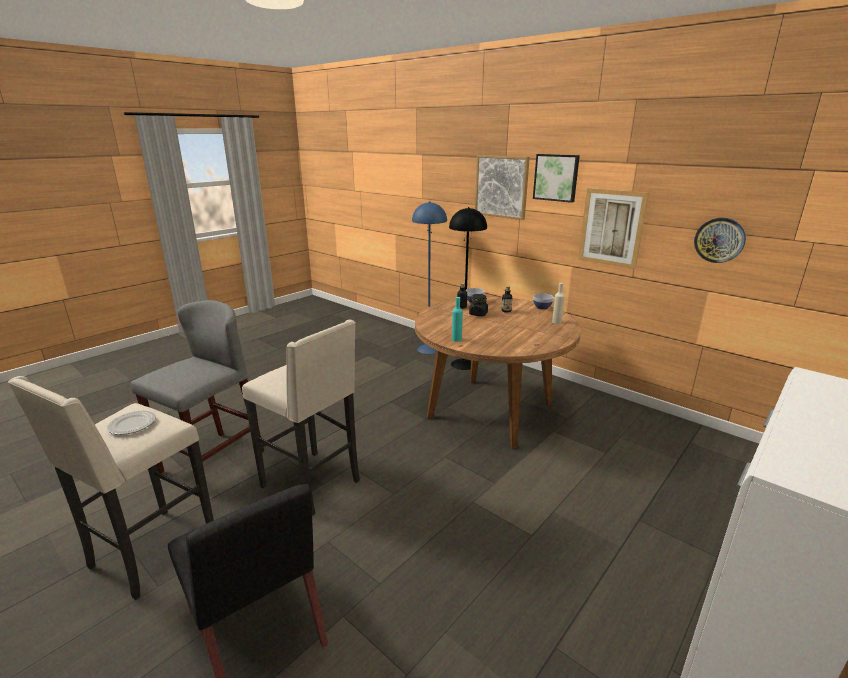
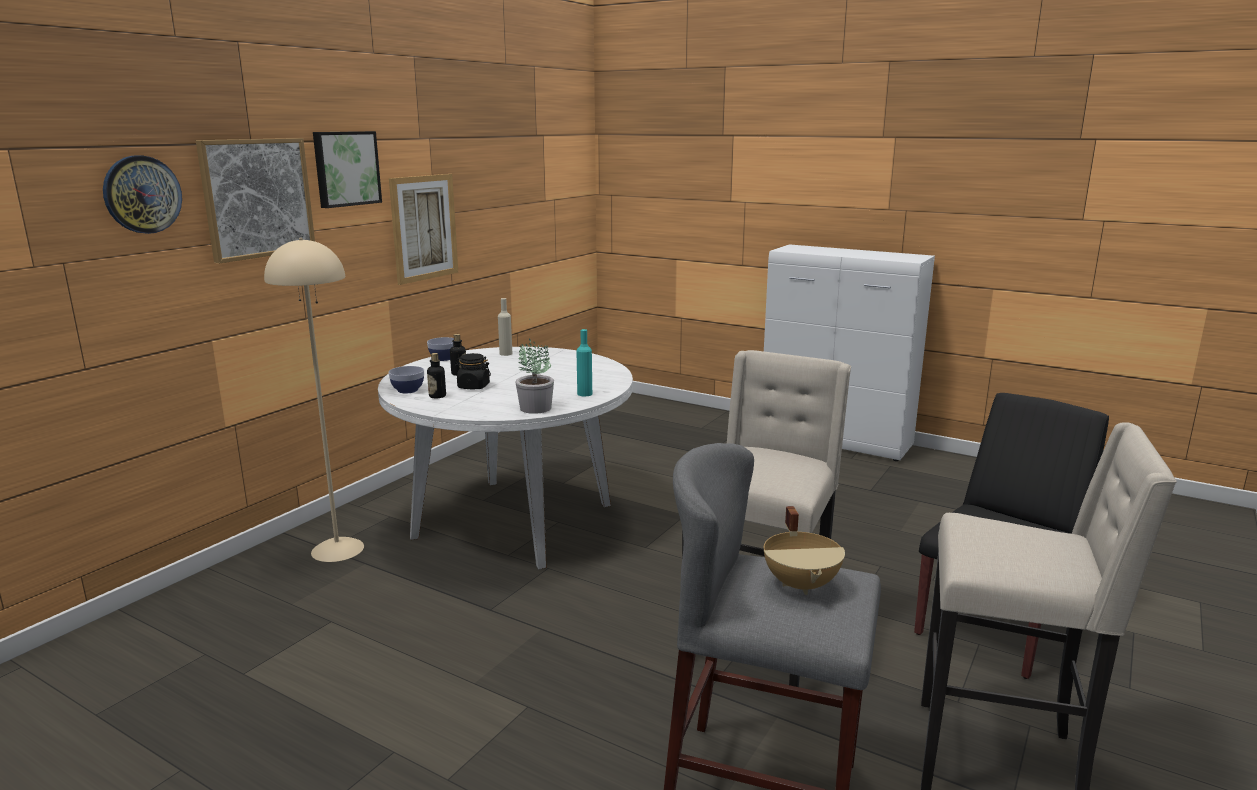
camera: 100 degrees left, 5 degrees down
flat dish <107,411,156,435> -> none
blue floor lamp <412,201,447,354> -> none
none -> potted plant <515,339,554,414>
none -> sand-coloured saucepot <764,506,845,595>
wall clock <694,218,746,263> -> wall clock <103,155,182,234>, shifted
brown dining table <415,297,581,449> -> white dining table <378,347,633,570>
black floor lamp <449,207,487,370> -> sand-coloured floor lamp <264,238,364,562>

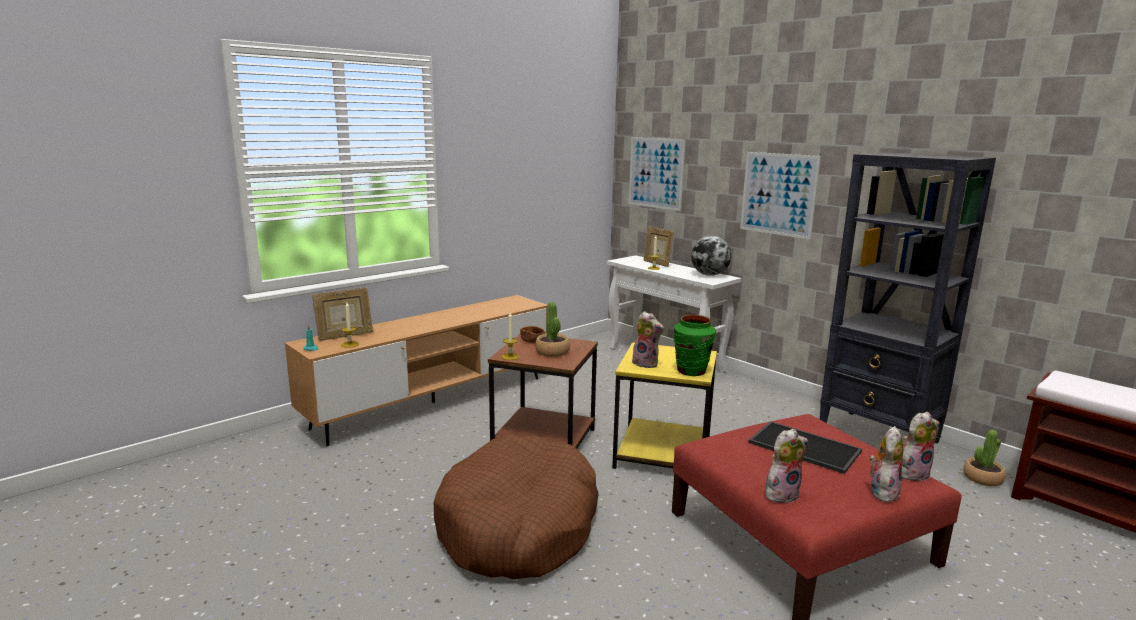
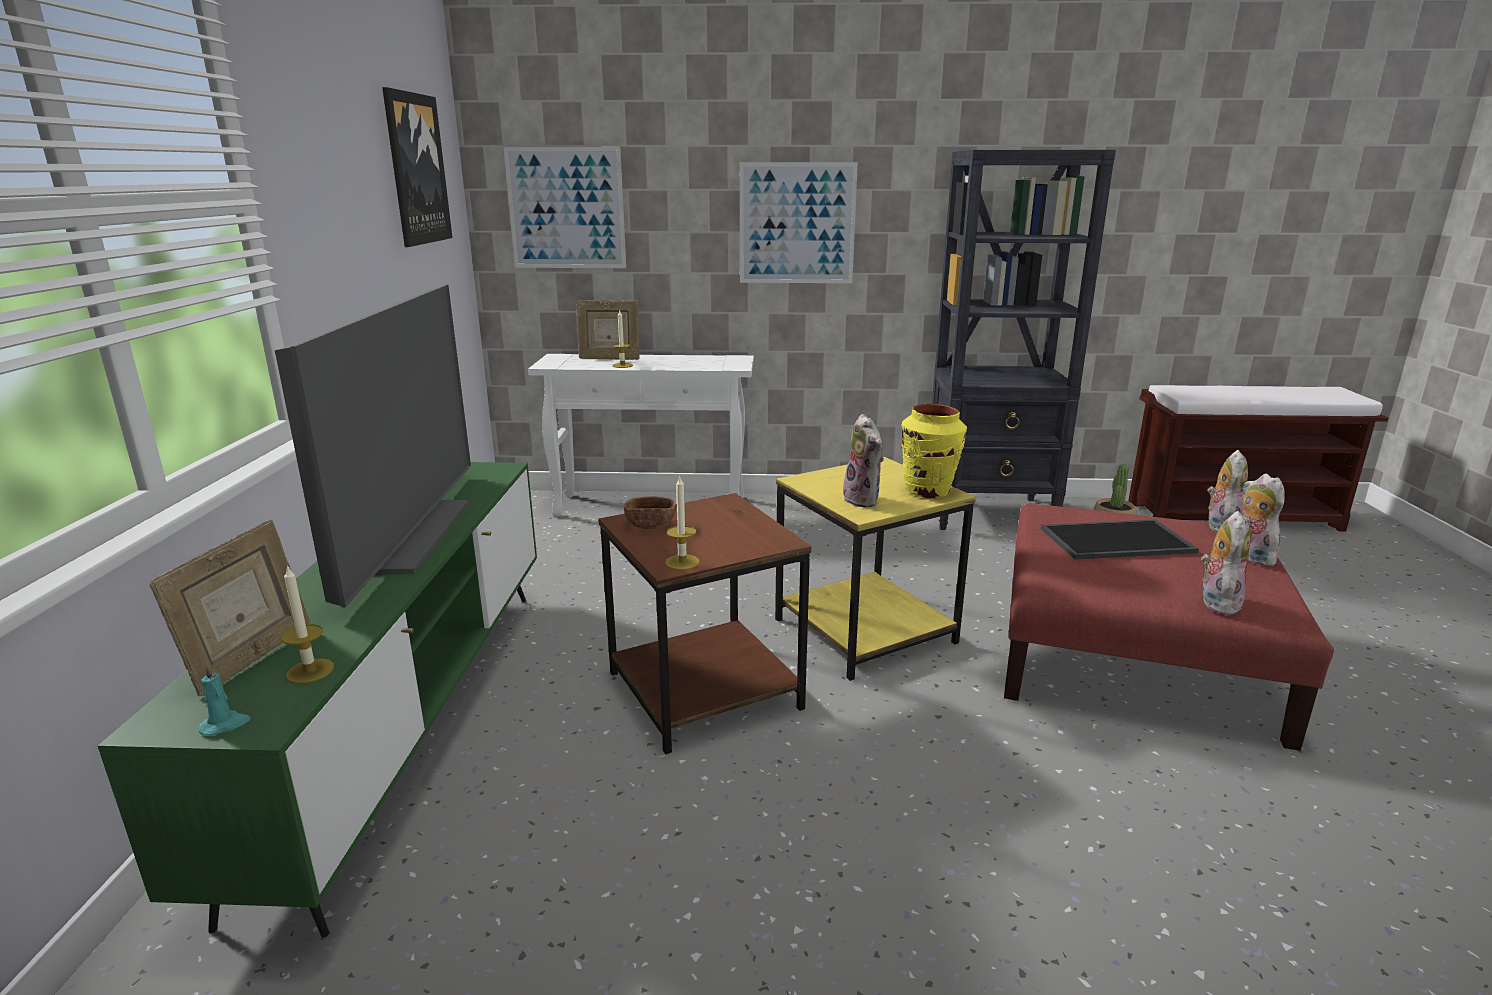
camera: 45 degrees left, 5 degrees up
brown dog bed <433,434,599,579> -> none
potted plant <535,302,570,357> -> none
globe <691,236,731,276> -> none
none -> TV set <275,285,471,608>
none -> wall art <382,87,452,247>
brown media console <285,295,548,446> -> green media console <98,462,537,937>
green vase <673,315,716,376> -> yellowish vase <901,404,967,498>
cuddly toy <632,311,664,368> -> cuddly toy <843,414,884,508>, 75 degrees clockwise

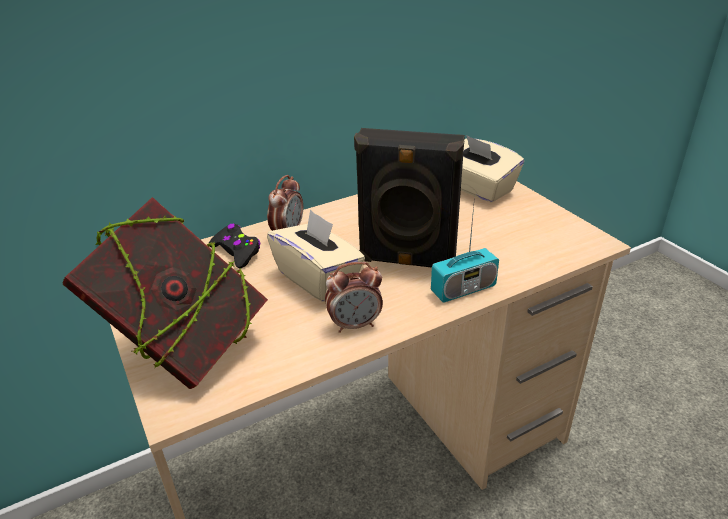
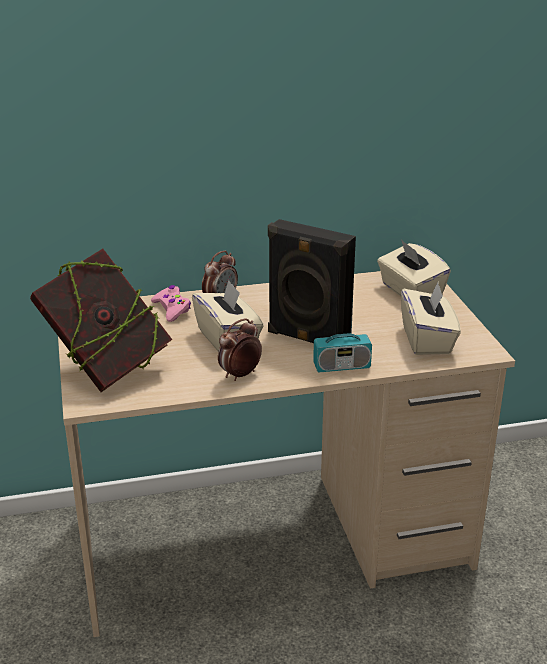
camera: 15 degrees right, 5 degrees down
none -> sand-coloured box of tissues <401,283,461,355>
black joypad <209,224,261,269> -> pink-coloured joypad <151,285,191,322>
bedside clock <325,262,383,333> -> bedside clock <218,318,262,381>, 135 degrees clockwise

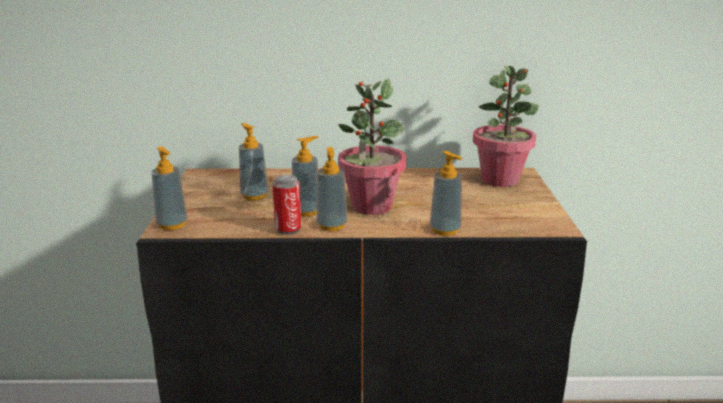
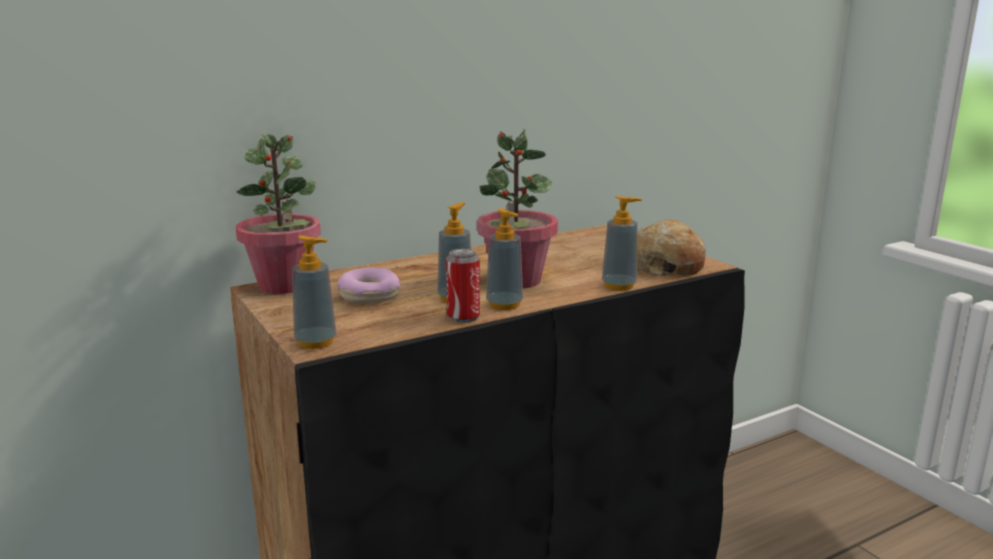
camera: 30 degrees left, 5 degrees down
none -> bakery bread <637,219,706,275>
potted plant <473,66,539,187> -> potted plant <236,134,321,294>, shifted
soap bottle <239,123,268,200> -> ring doughnut <338,267,400,303>

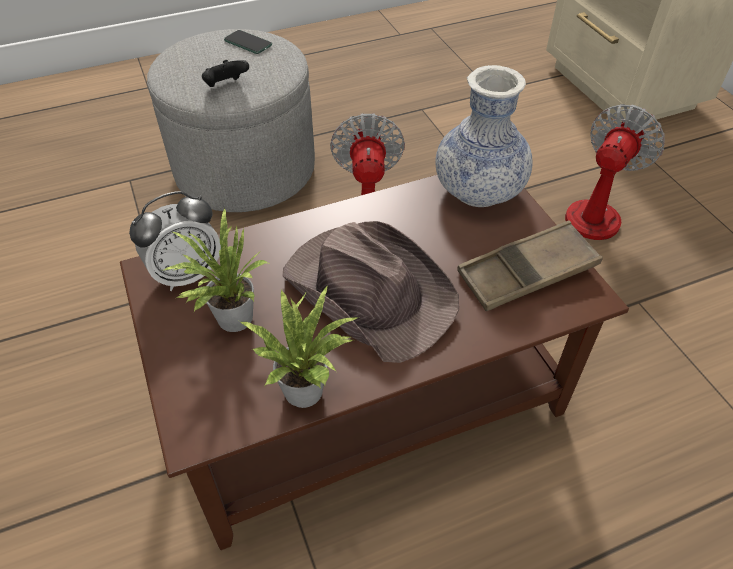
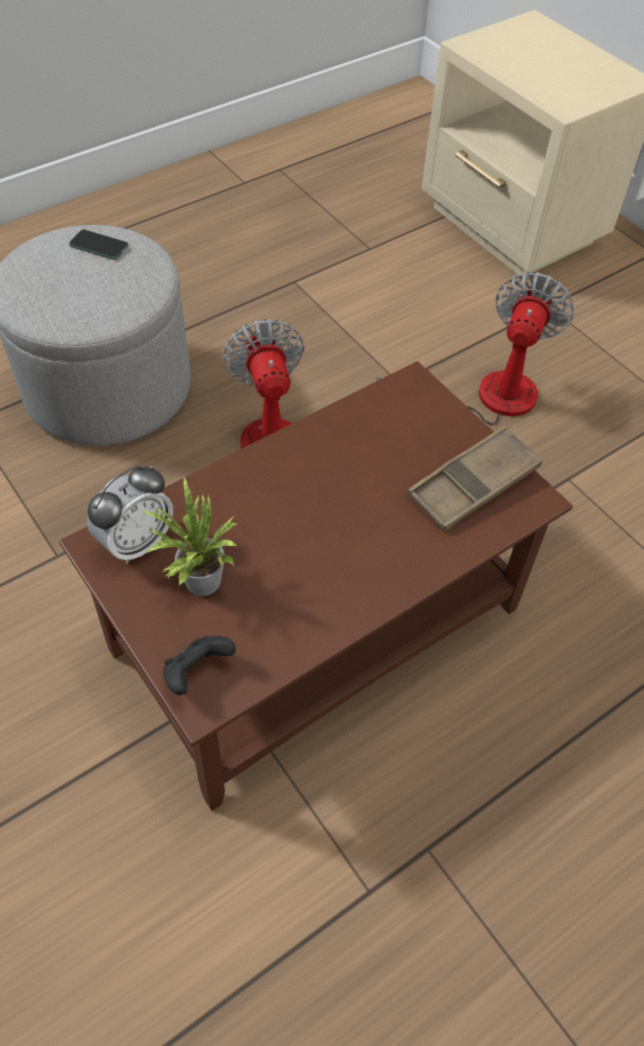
camera: 15 degrees left, 5 degrees up
potted plant <239,285,359,408> -> none
brown wearable hat <283,221,459,363> -> none
vase <436,65,533,207> -> none
black joypad <202,60,249,87> -> black joypad <163,636,236,695>, shifted

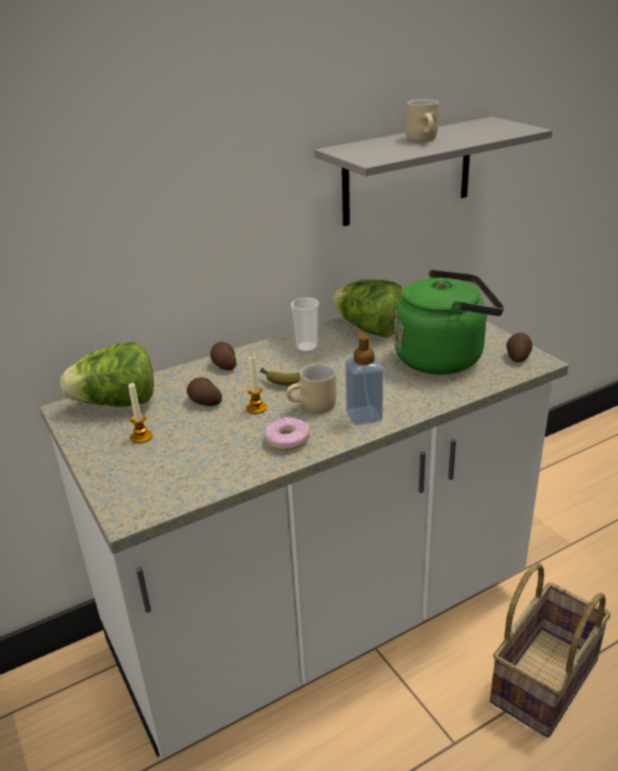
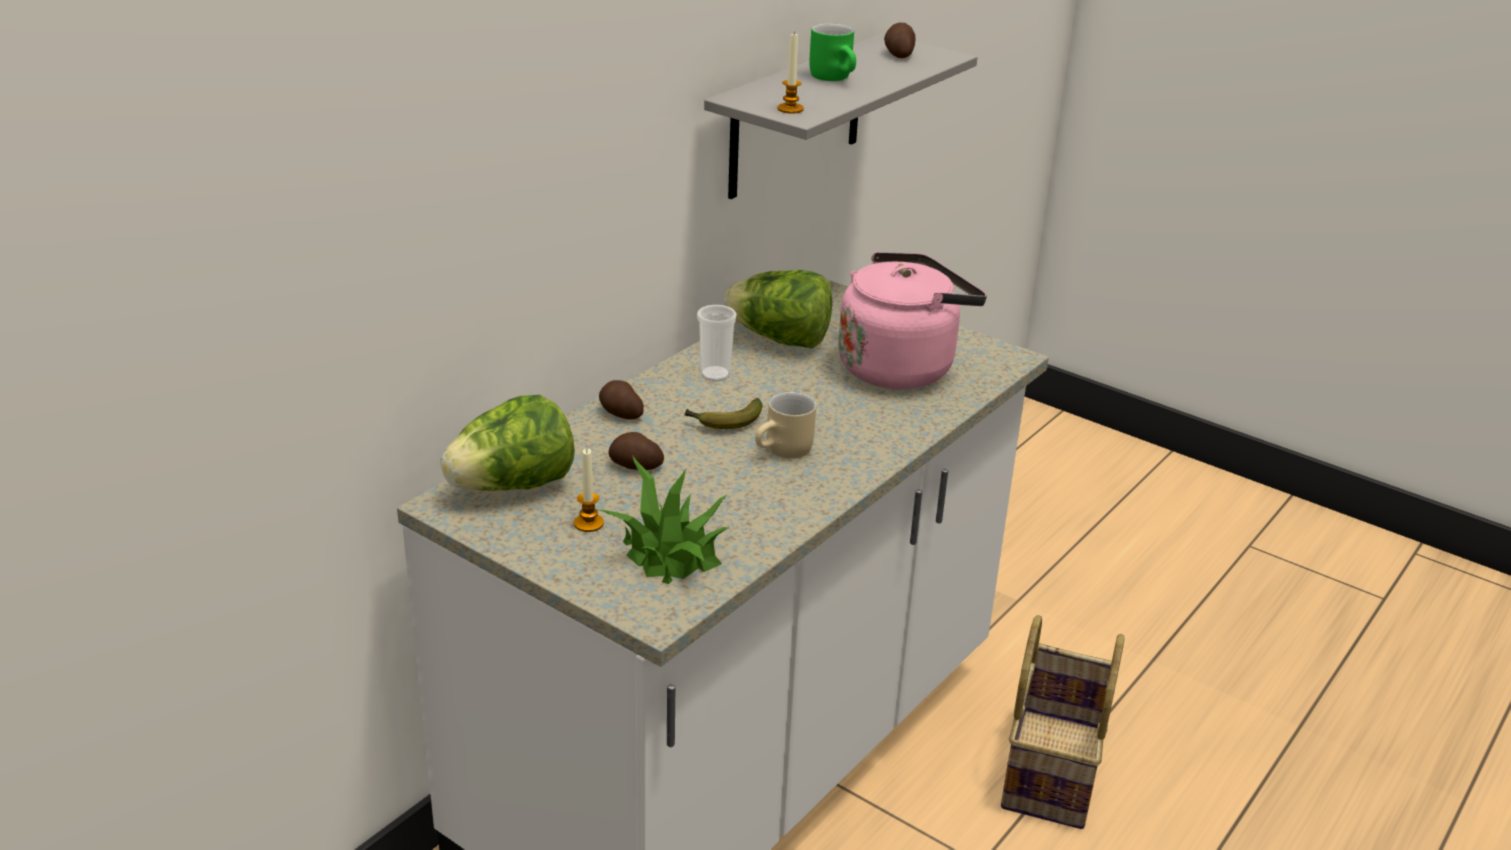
camera: 25 degrees left, 0 degrees up
ring doughnut <264,417,310,451> -> none
soap bottle <345,332,383,425> -> none
none -> potted plant <599,455,729,584>
wax candle <246,356,267,414> -> wax candle <777,31,804,114>, shifted
whole potato <506,333,532,362> -> whole potato <884,22,916,58>, shifted
green water kettle <394,270,504,375> -> pink-coloured water kettle <838,252,987,389>
sand-coloured coffee mug <406,99,439,141> -> green coffee mug <809,23,856,81>

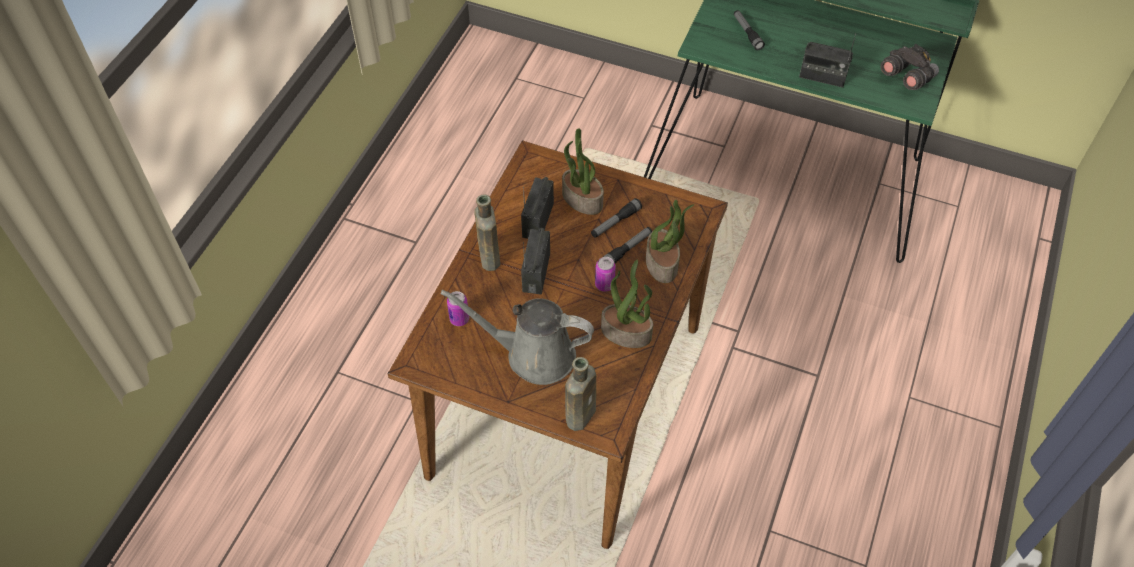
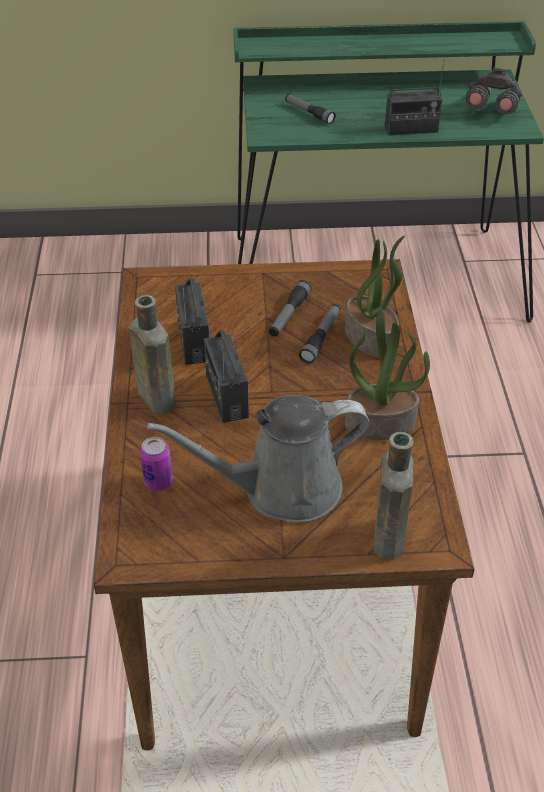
camera: 25 degrees left, 10 degrees down
potted plant <562,129,604,215> -> none
sealed can <595,257,616,292> -> none

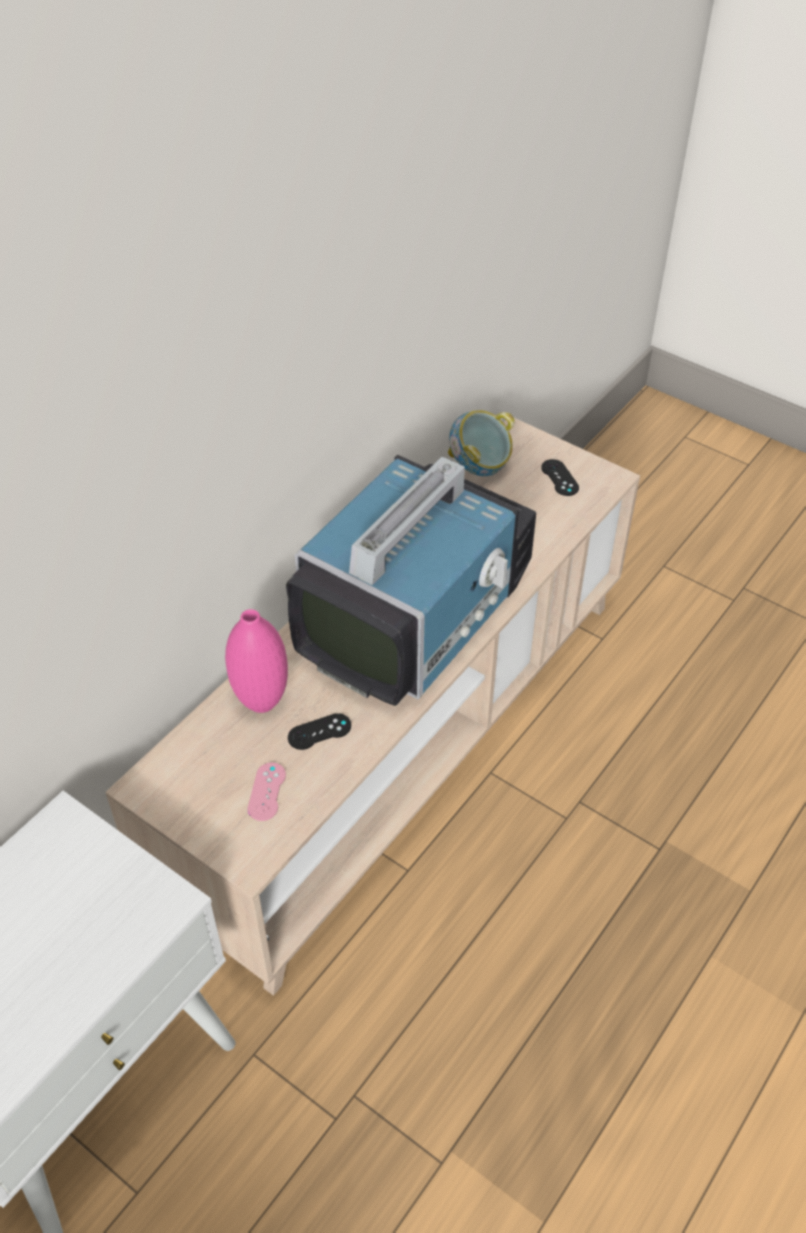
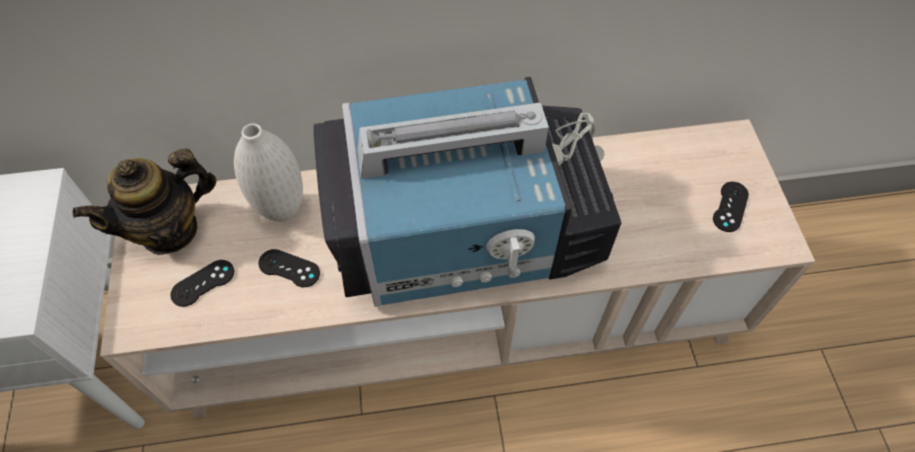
camera: 45 degrees right, 10 degrees up
serving bowl <448,410,515,476> -> none
none -> pot for tea <73,148,217,255>
pink-coloured vase <225,609,288,713> -> white vase <234,123,303,222>
pink-coloured joypad <248,763,286,821> -> black joypad <170,260,234,307>

